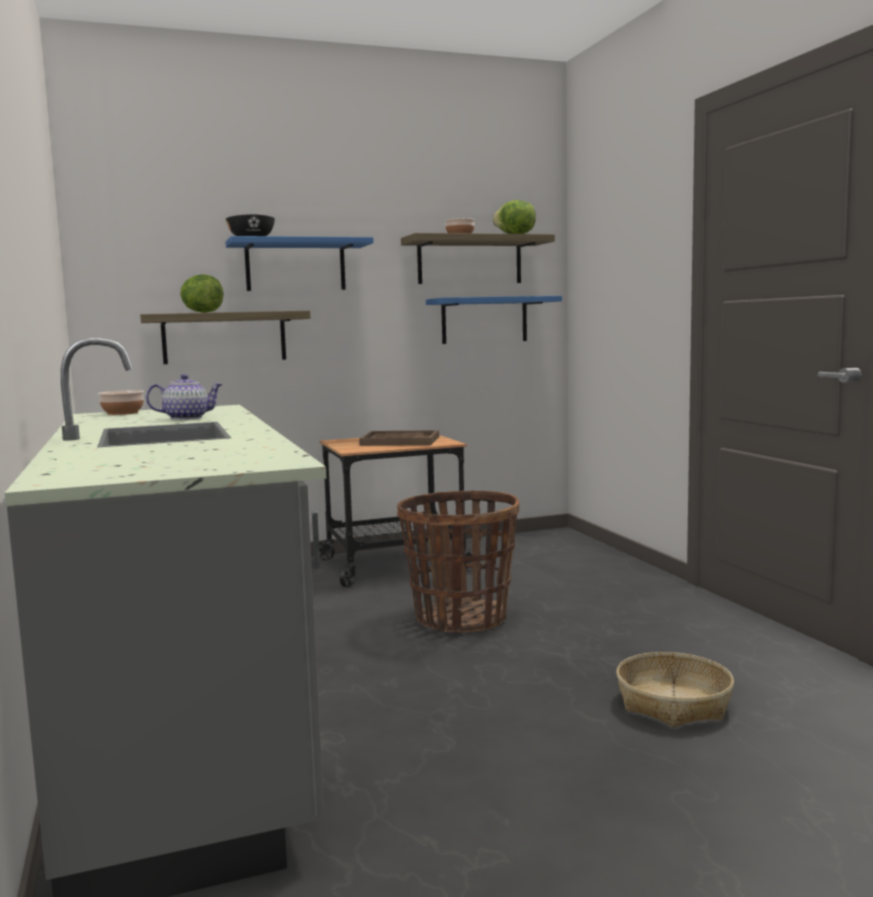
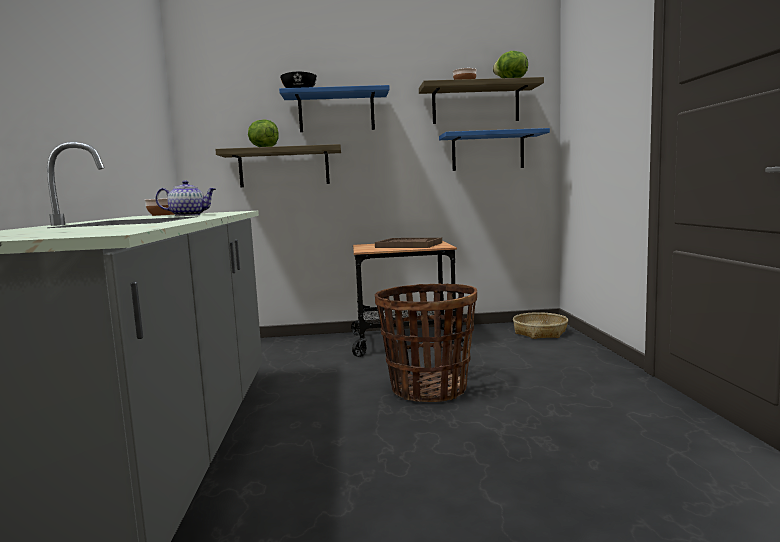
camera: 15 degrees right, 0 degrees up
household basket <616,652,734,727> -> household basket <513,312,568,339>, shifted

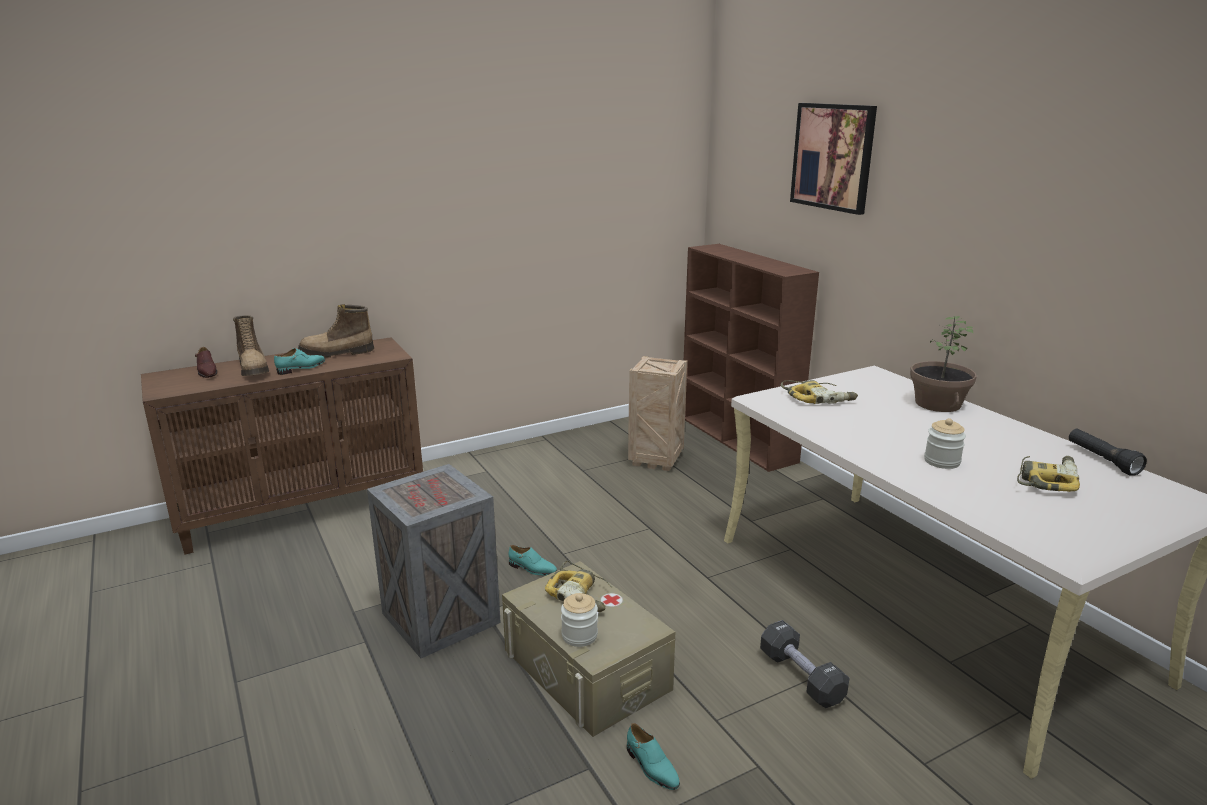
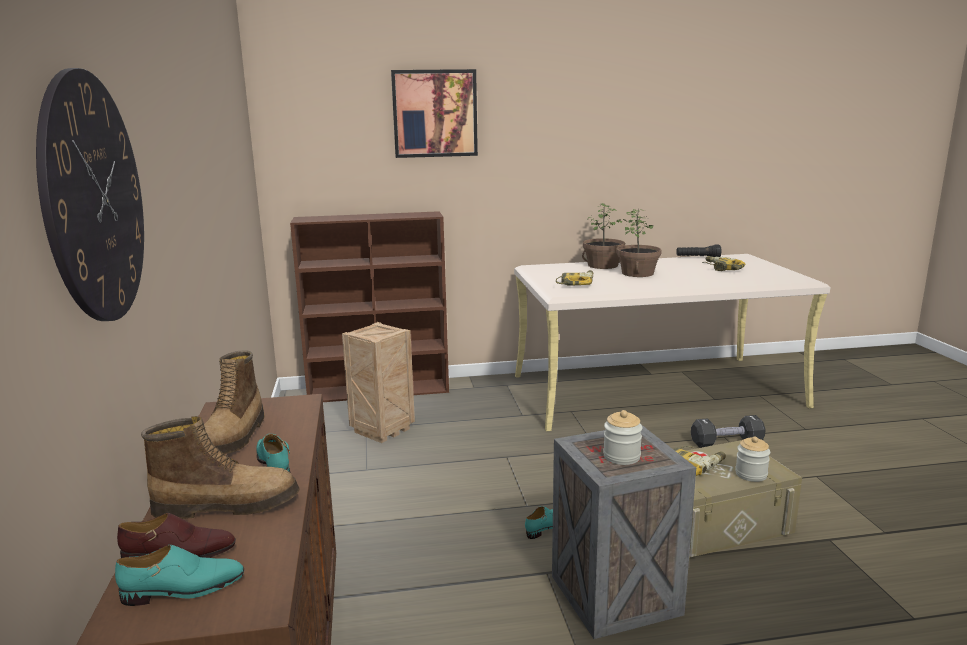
camera: 70 degrees left, 5 degrees down
none -> wall clock <36,68,144,321>
none -> potted plant <616,209,662,277>
blue-green low shoe <627,723,680,790> -> blue-green low shoe <115,545,244,606>, shifted
preserve jar <924,418,966,469> -> preserve jar <603,410,642,465>, shifted

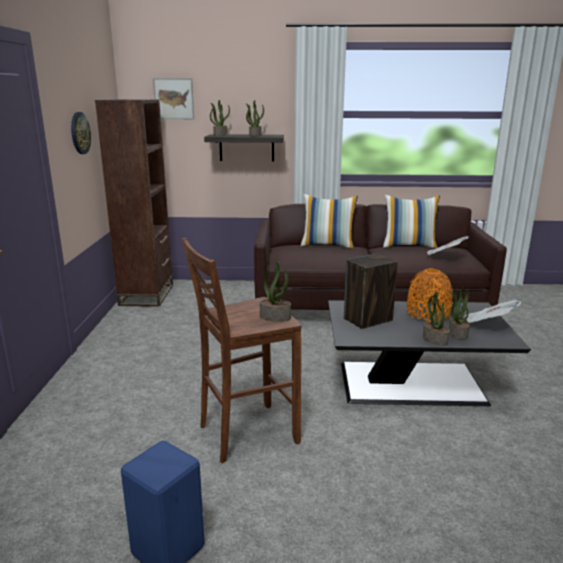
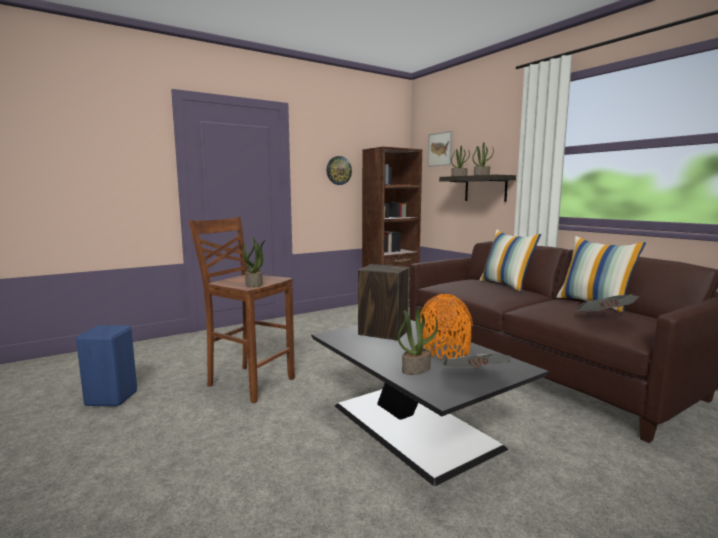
camera: 55 degrees right, 10 degrees down
potted plant <423,292,450,345> -> none

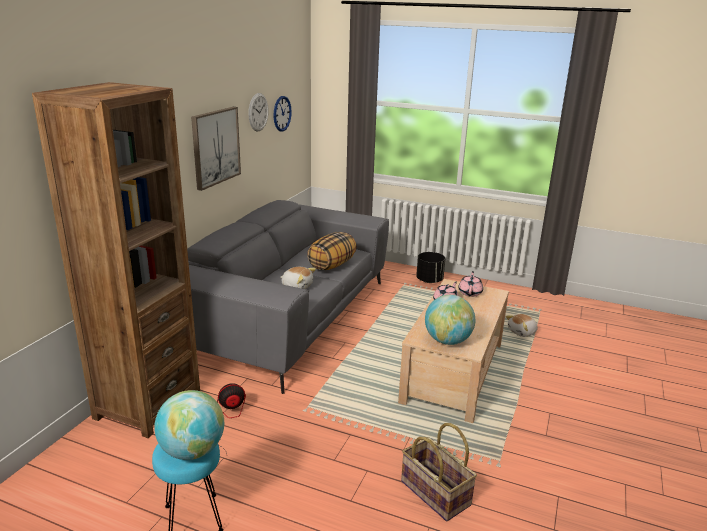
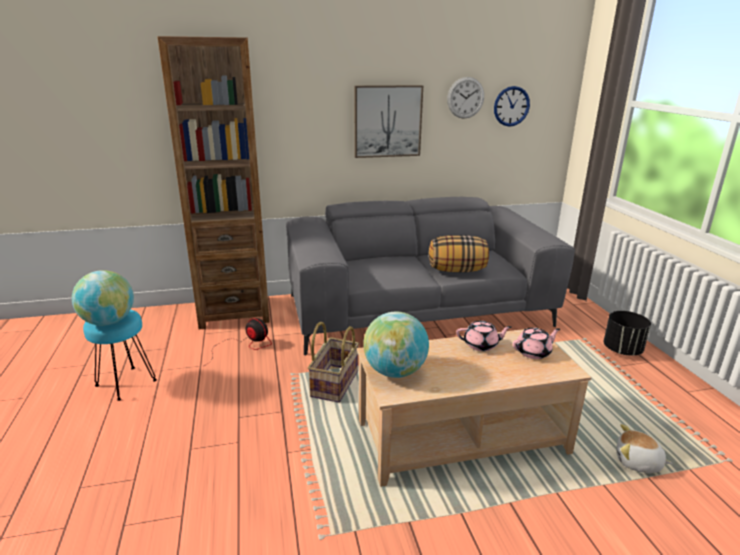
camera: 55 degrees right, 0 degrees up
cuddly toy <281,267,316,289> -> none
household basket <401,423,477,521> -> household basket <308,322,359,403>, shifted

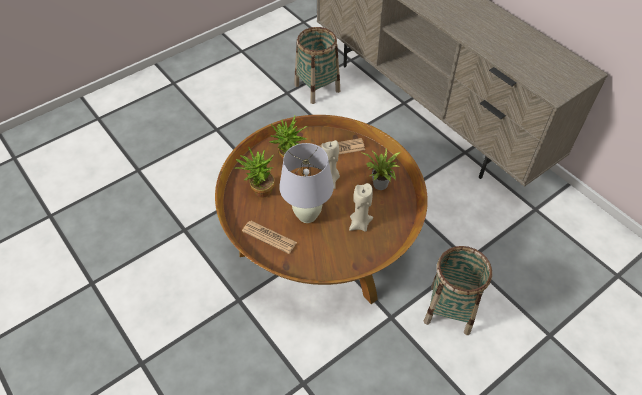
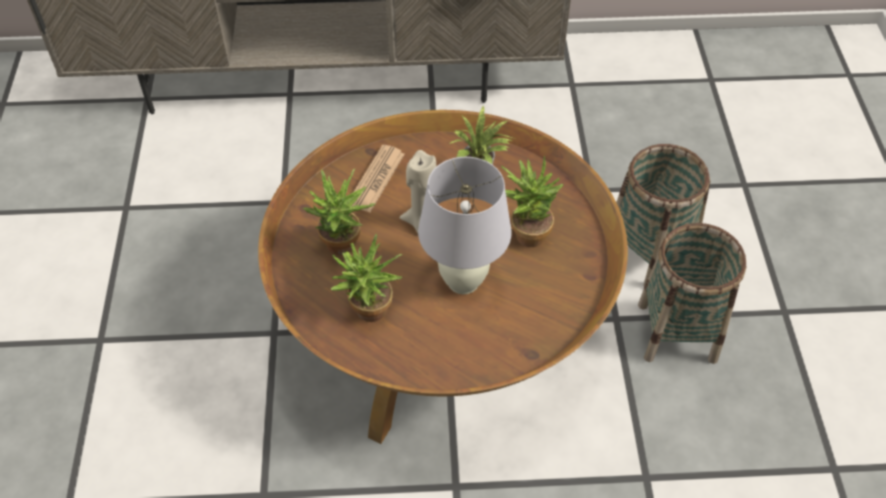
camera: 55 degrees left, 0 degrees up
newspaper <242,221,297,254> -> none
household basket <294,27,340,104> -> household basket <638,223,746,364>, shifted
sand-coloured wax candle <349,183,373,232> -> potted plant <501,155,563,247>

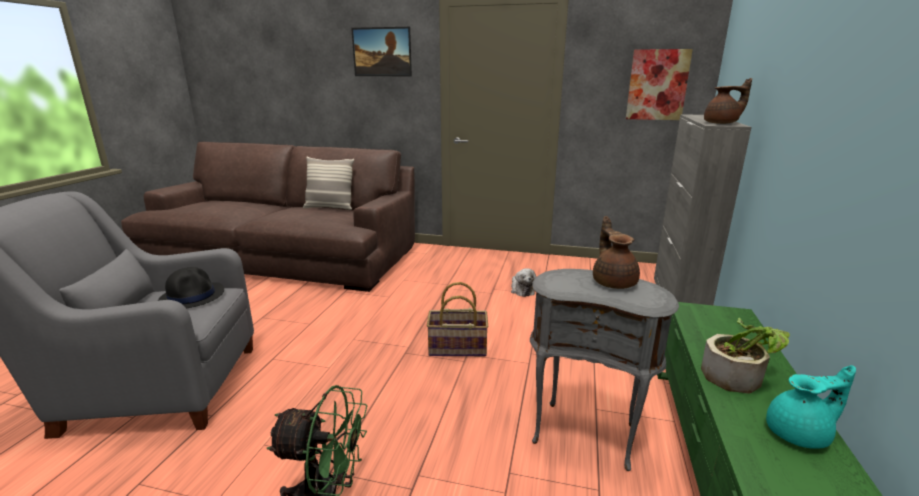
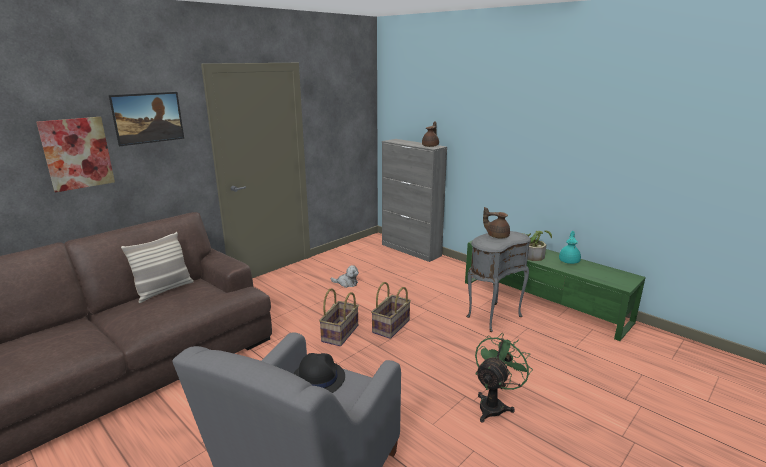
camera: 60 degrees left, 0 degrees up
none -> household basket <319,288,359,346>
wall art <626,49,693,120> -> wall art <36,117,115,192>, shifted

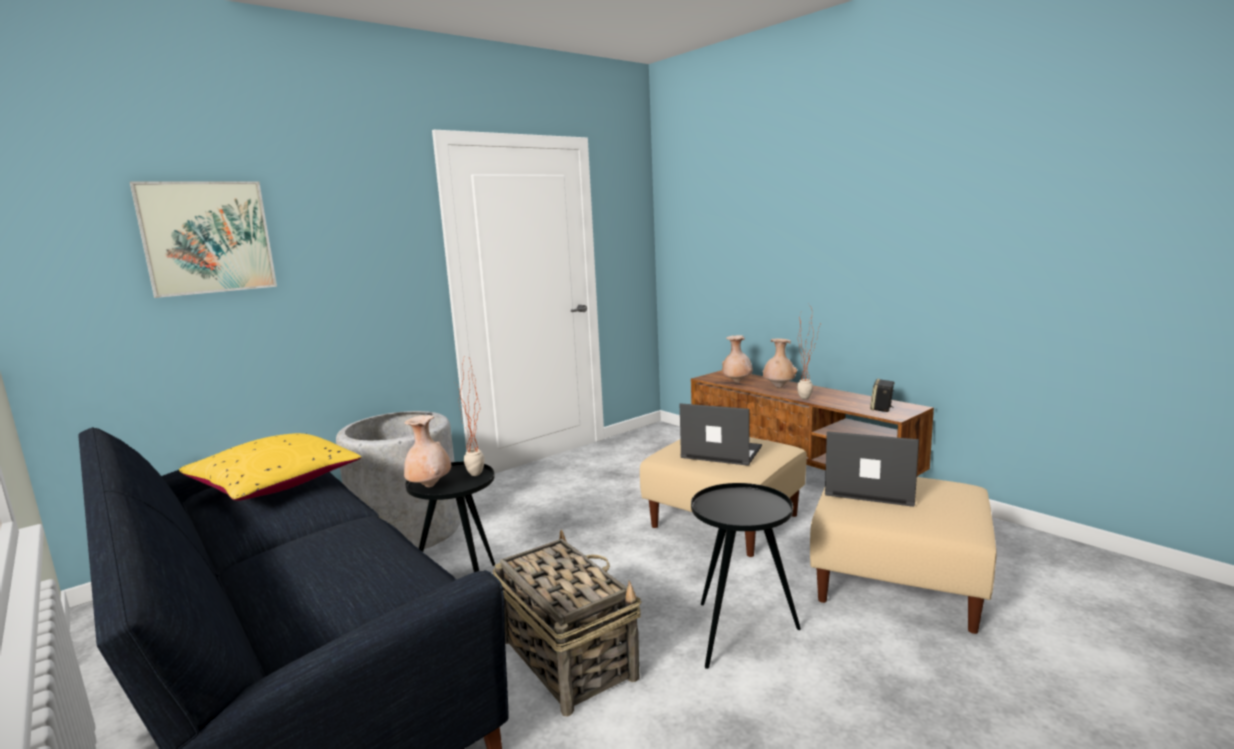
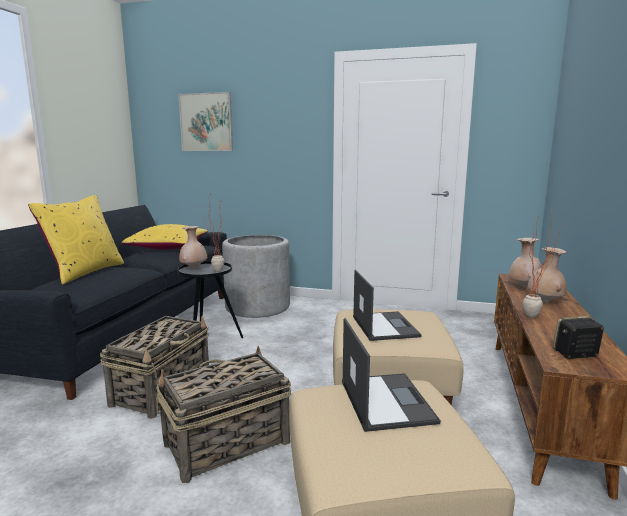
camera: 55 degrees right, 0 degrees up
none -> yellowish throw pillow <28,195,124,284>
black end table <691,483,801,669> -> household basket <156,346,291,483>

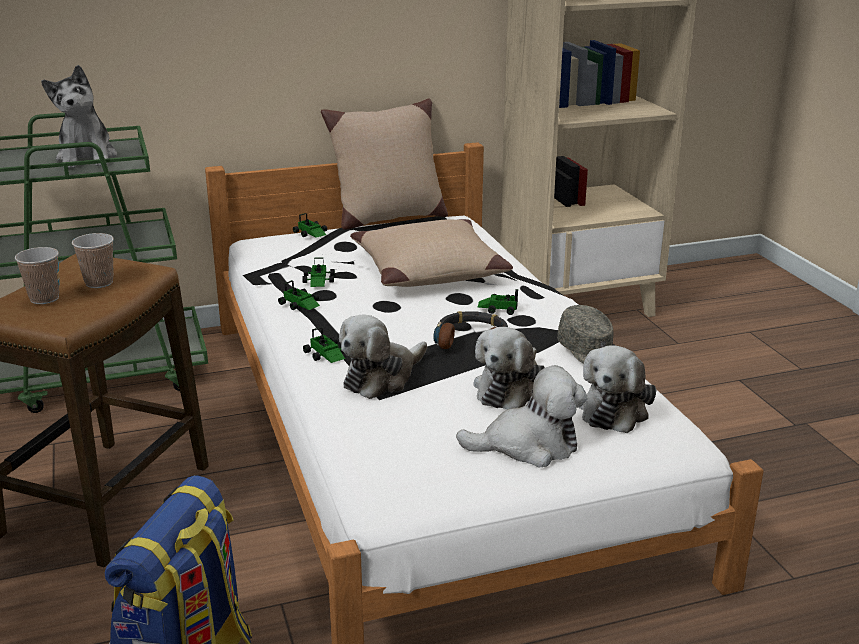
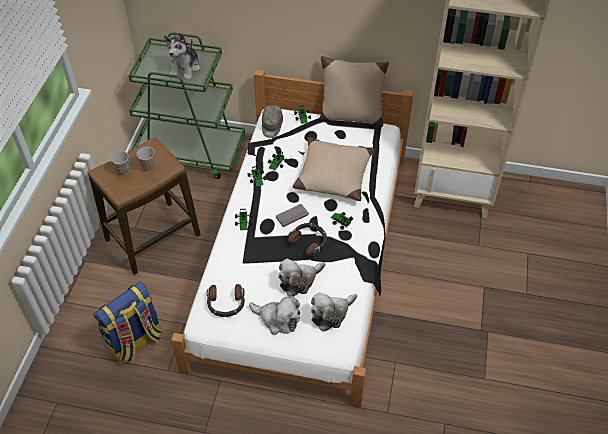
camera: 30 degrees right, 25 degrees up
cuddly toy <339,314,427,399> -> none
none -> headphones <207,284,245,317>
none -> grey joypad <276,204,309,227>
grey peaked cap <557,305,613,364> -> grey peaked cap <262,105,283,138>, shifted

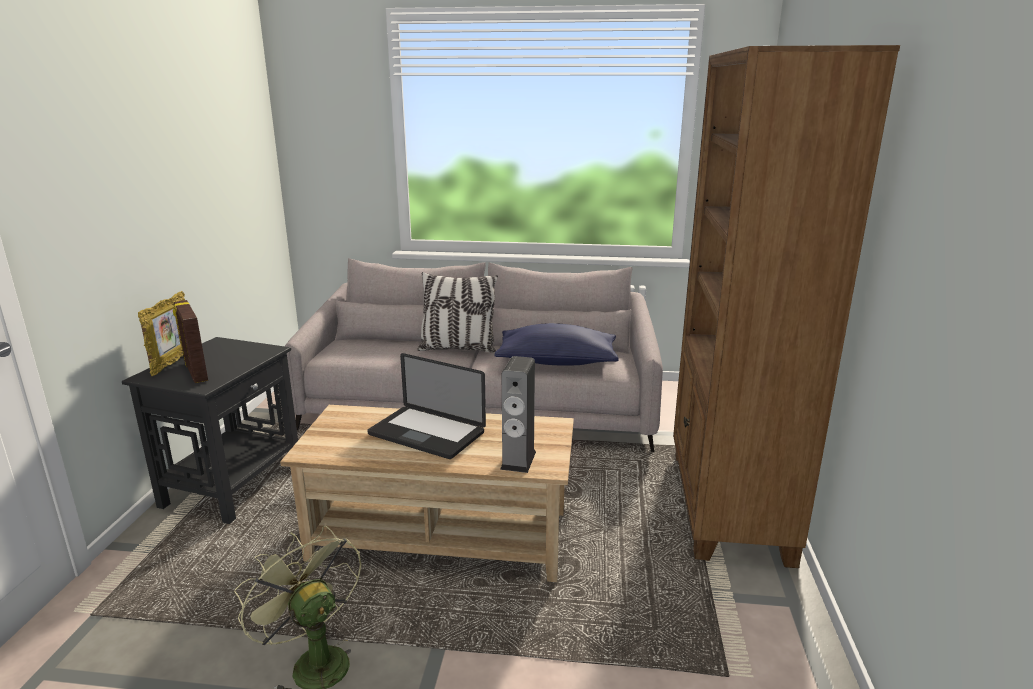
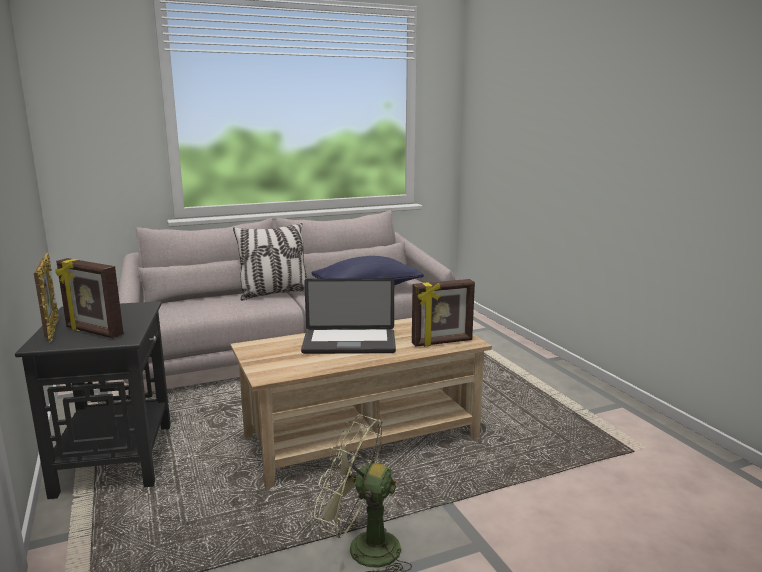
camera: 30 degrees left, 5 degrees down
brown shelving unit <673,45,900,568> -> none
loudspeaker <500,356,536,473> -> standing frame <412,279,475,347>

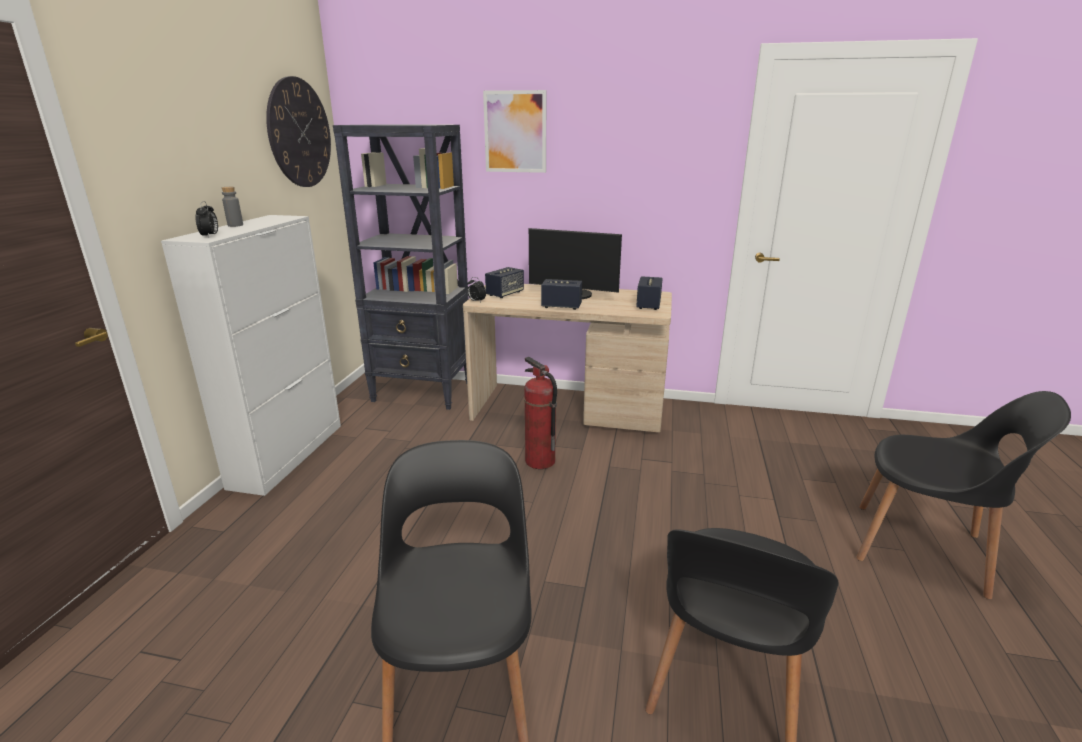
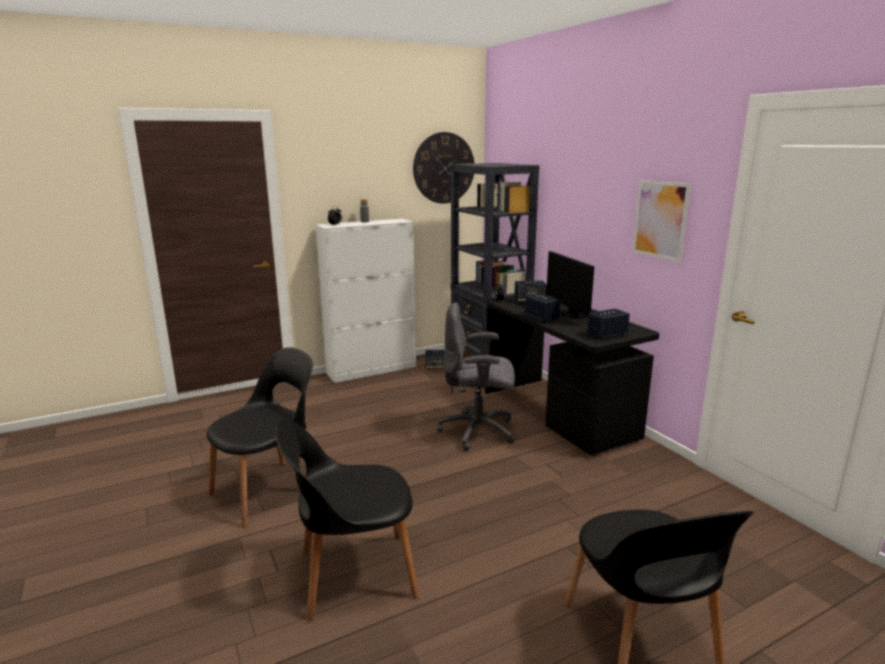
camera: 50 degrees right, 5 degrees down
none -> loudspeaker <425,350,445,369>
wall art <483,90,547,173> -> wall art <632,180,691,263>, shifted
fire-fighting cylinder <524,357,557,469> -> grey office chair <437,303,515,451>
sand-coloured desk <463,284,672,432> -> black desk <485,296,659,455>

